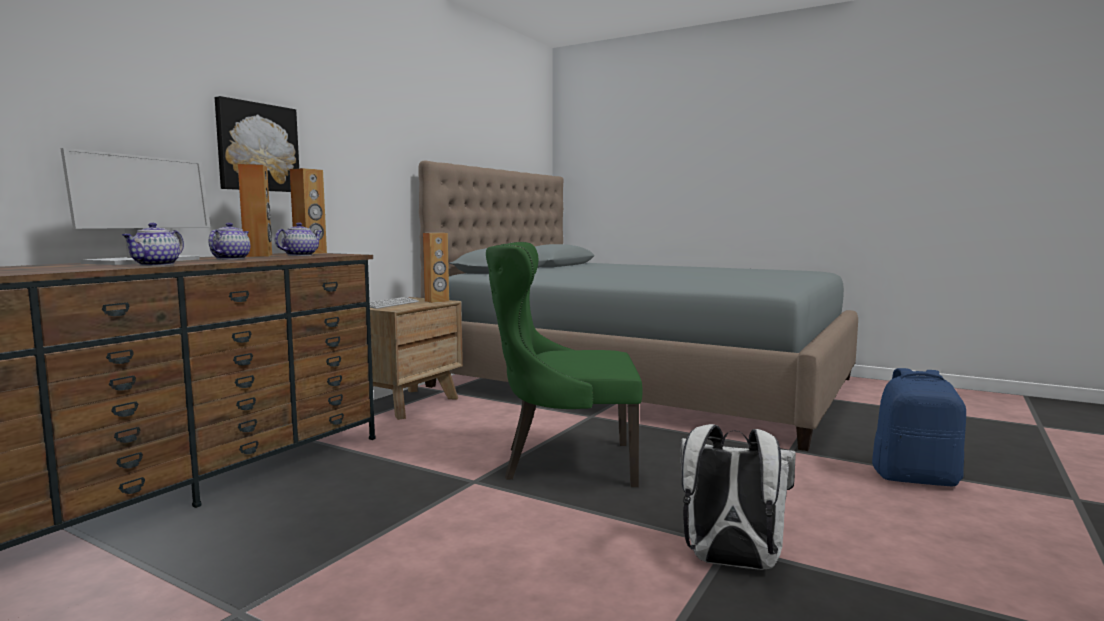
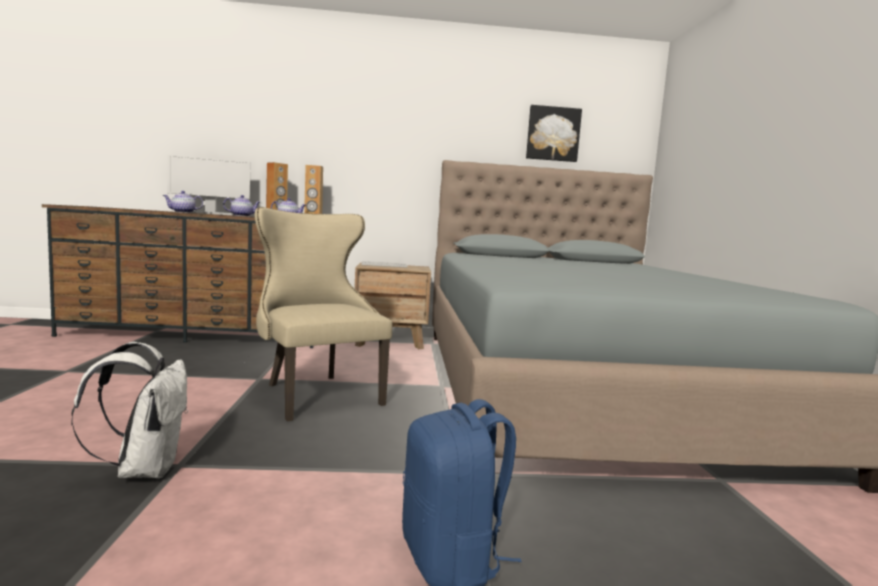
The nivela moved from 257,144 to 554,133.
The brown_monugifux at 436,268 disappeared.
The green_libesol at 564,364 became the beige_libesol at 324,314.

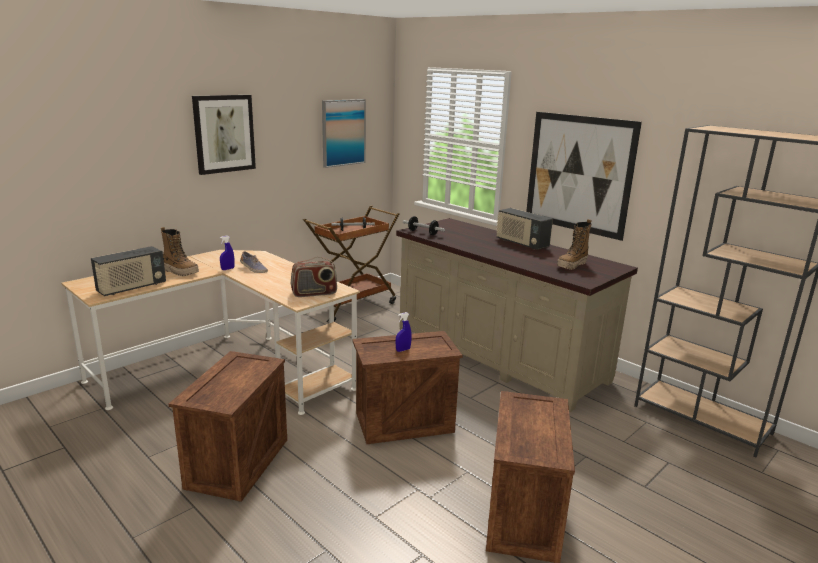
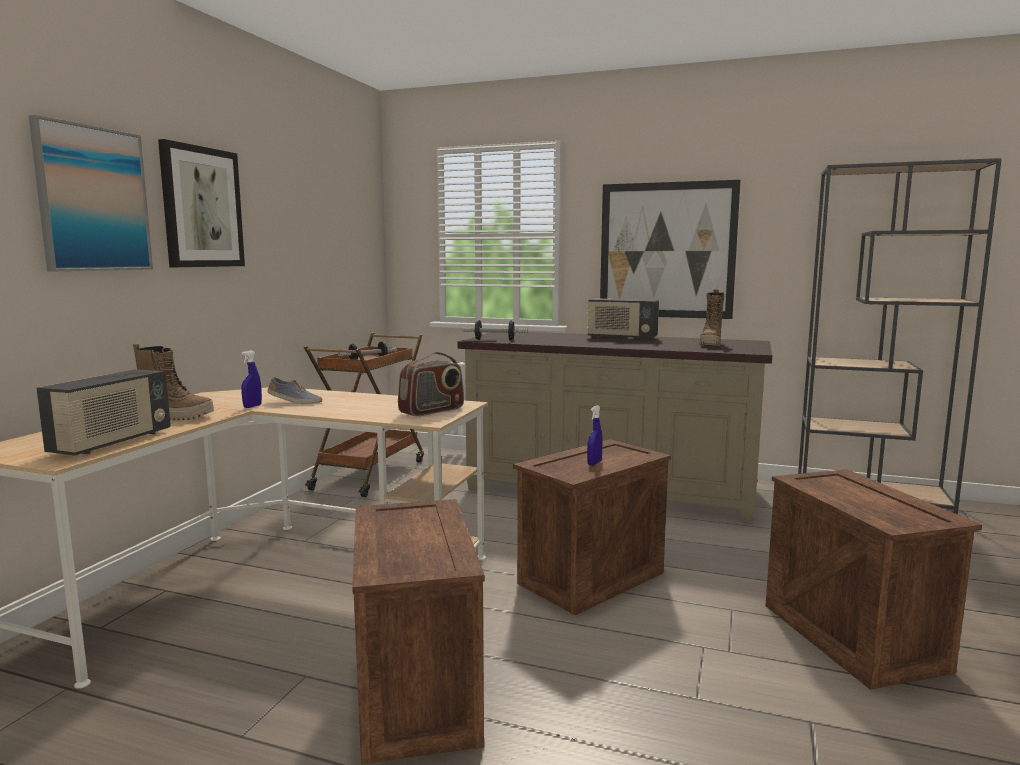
The nivela moved from 344,133 to 90,193.

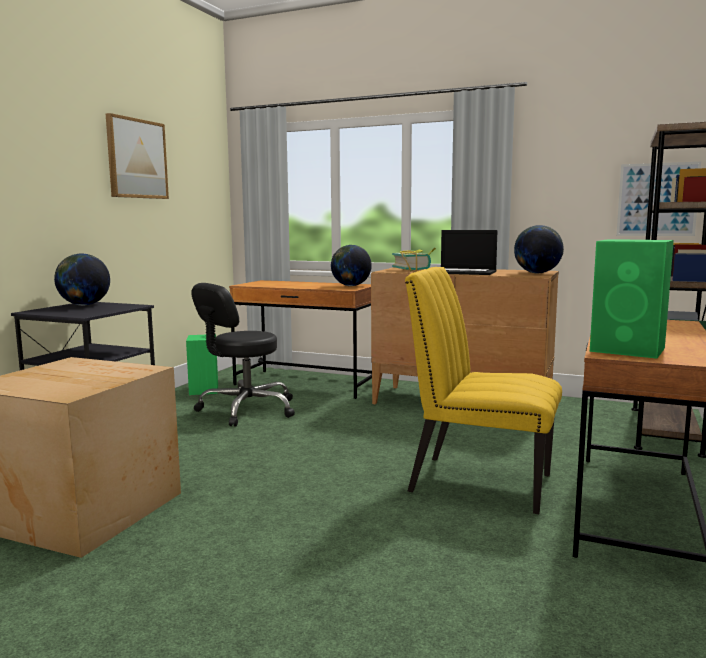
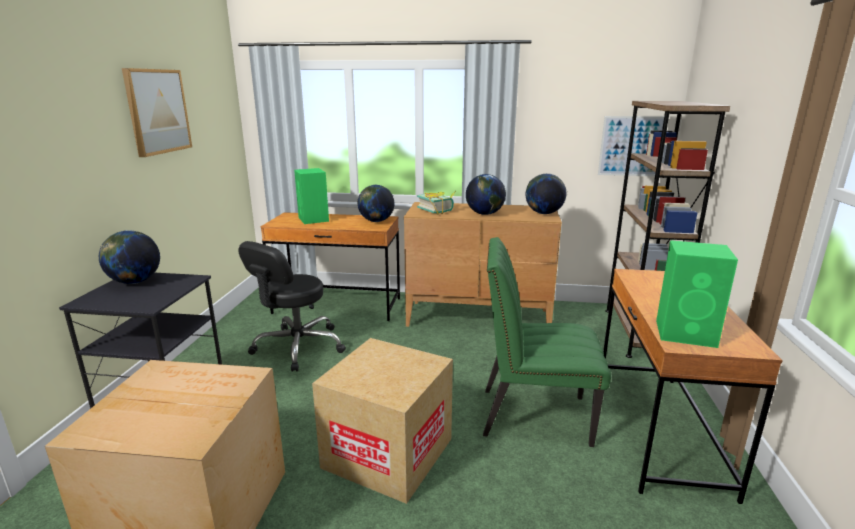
The green_monugifux moved from 202,364 to 311,196.
The yellow_libesol at 483,390 became the green_libesol at 547,342.
The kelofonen at 469,252 was replaced by the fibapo at 486,194.
The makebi at 382,421 appeared.

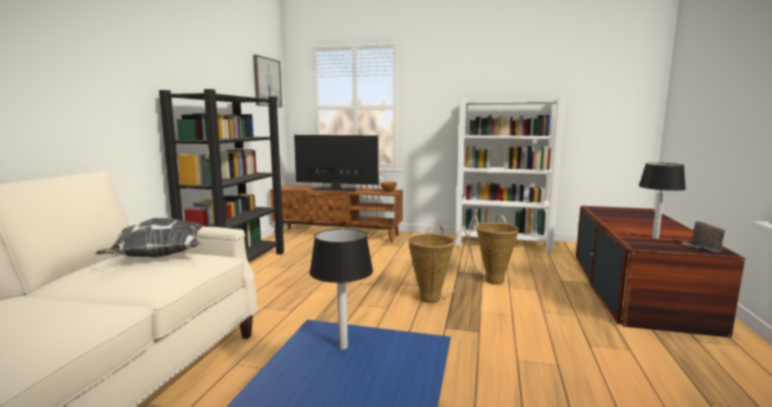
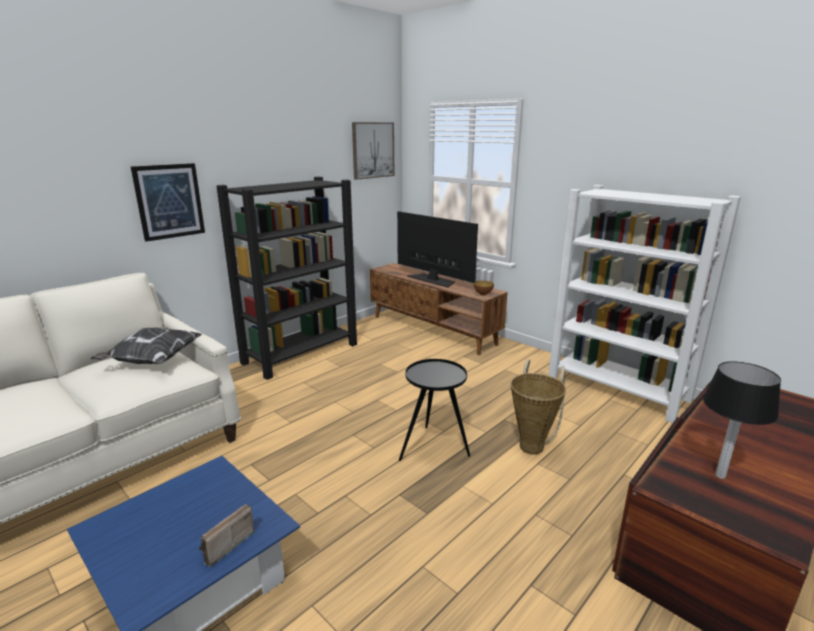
The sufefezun at 341,289 disappeared.
The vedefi at 438,264 was replaced by the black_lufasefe at 434,410.
The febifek moved from 702,237 to 227,535.
The nivela at 168,202 appeared.

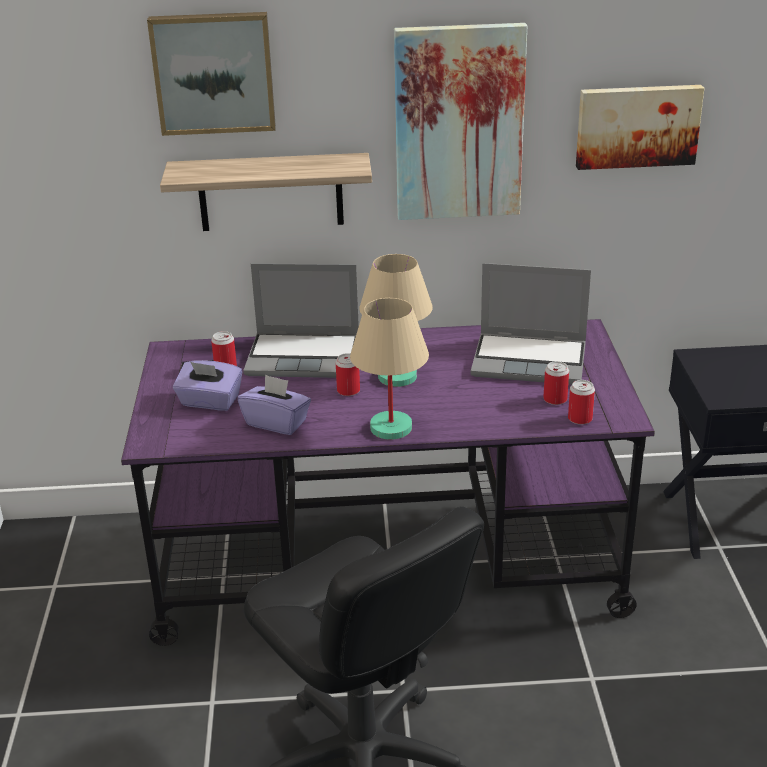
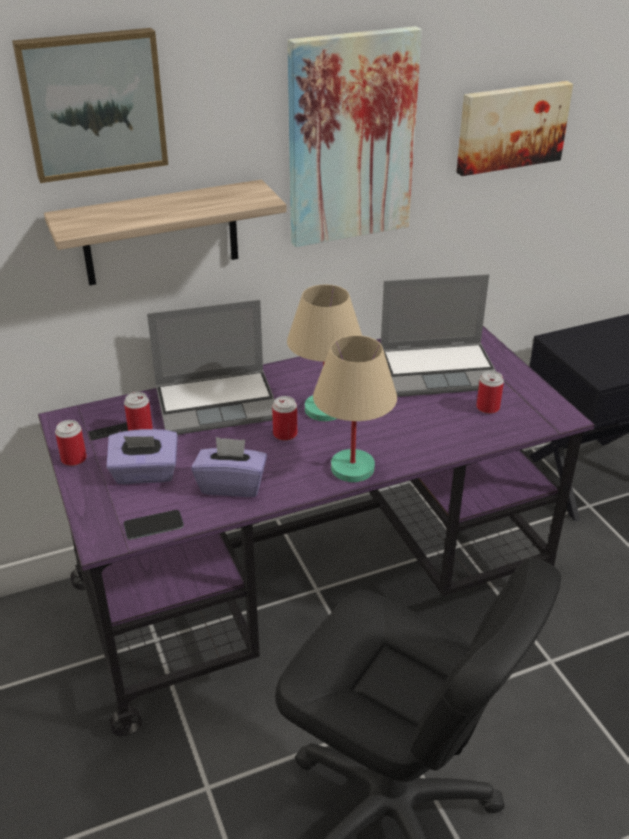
The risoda moved from 581,402 to 71,443.
The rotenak at 154,525 appeared.

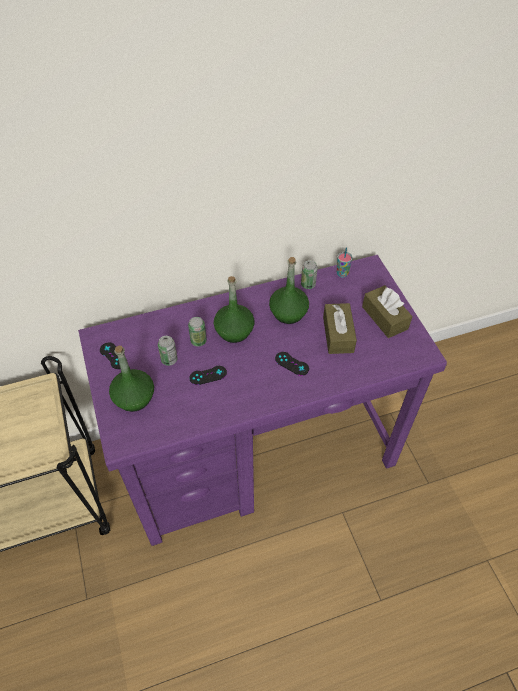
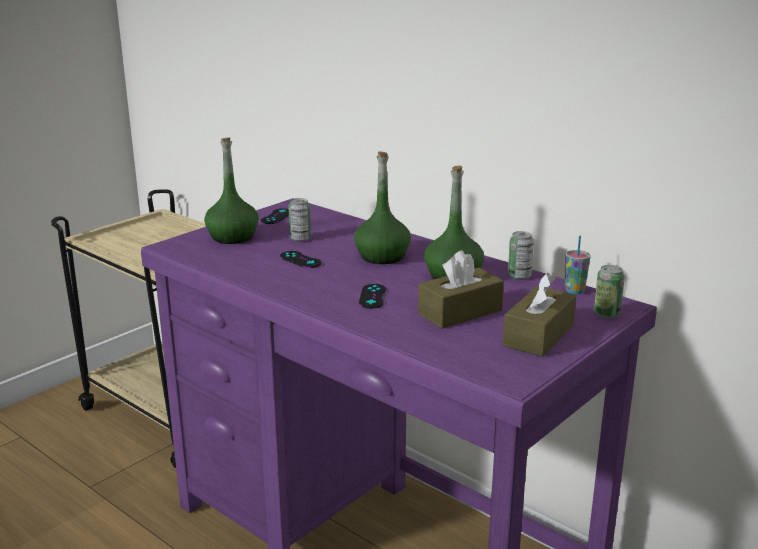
The risoda moved from 197,332 to 609,291.

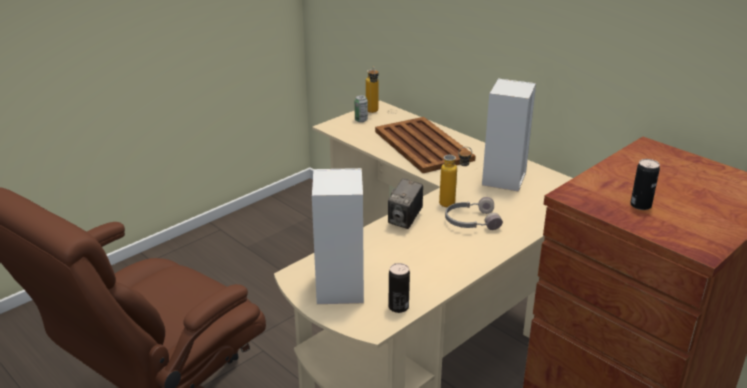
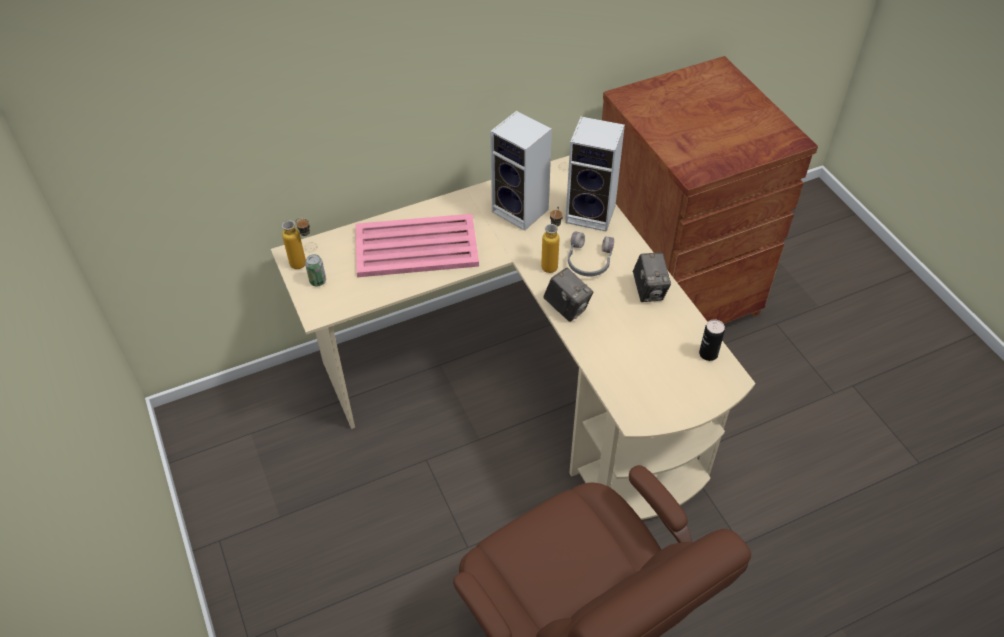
The monugifux moved from 338,236 to 595,174.
The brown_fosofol at 425,145 became the pink_fosofol at 417,245.
The risoda at 645,184 disappeared.
The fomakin at 652,277 appeared.

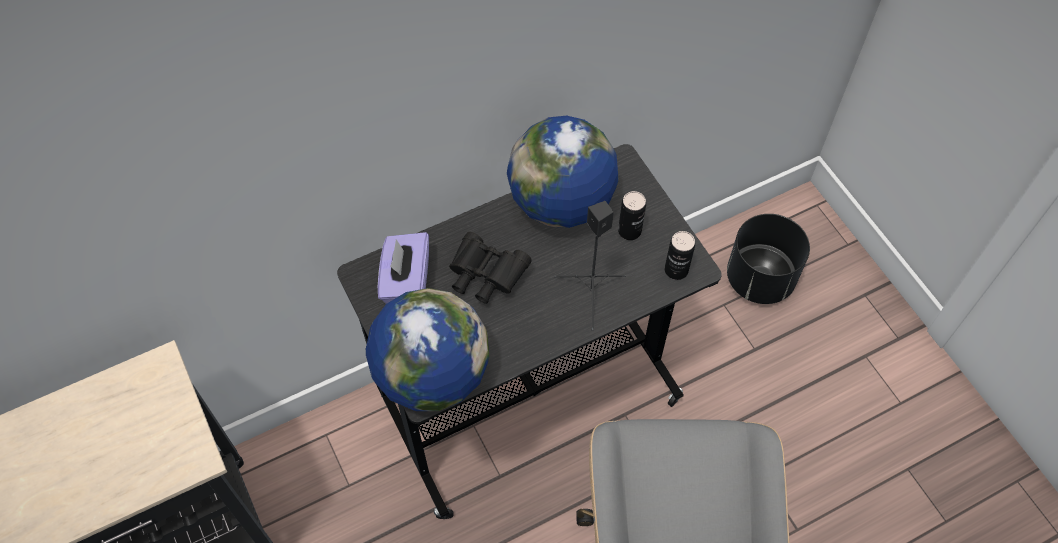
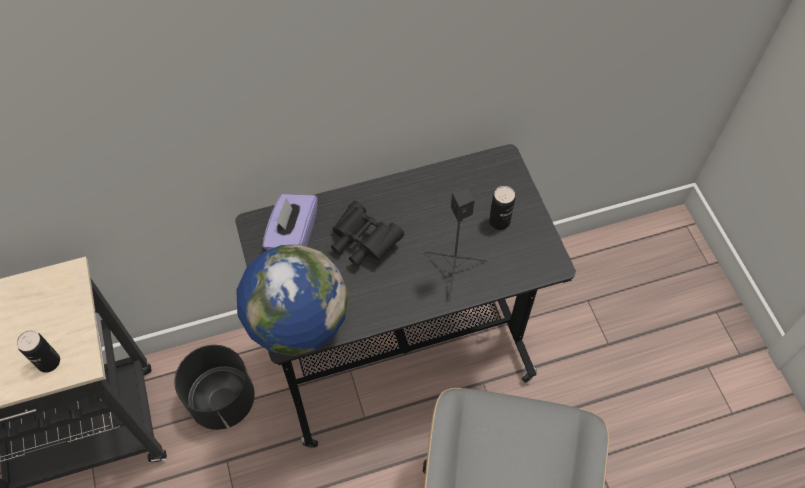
The fibapo at 563,171 disappeared.
The risoda moved from 680,255 to 38,351.
The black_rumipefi moved from 768,259 to 215,387.

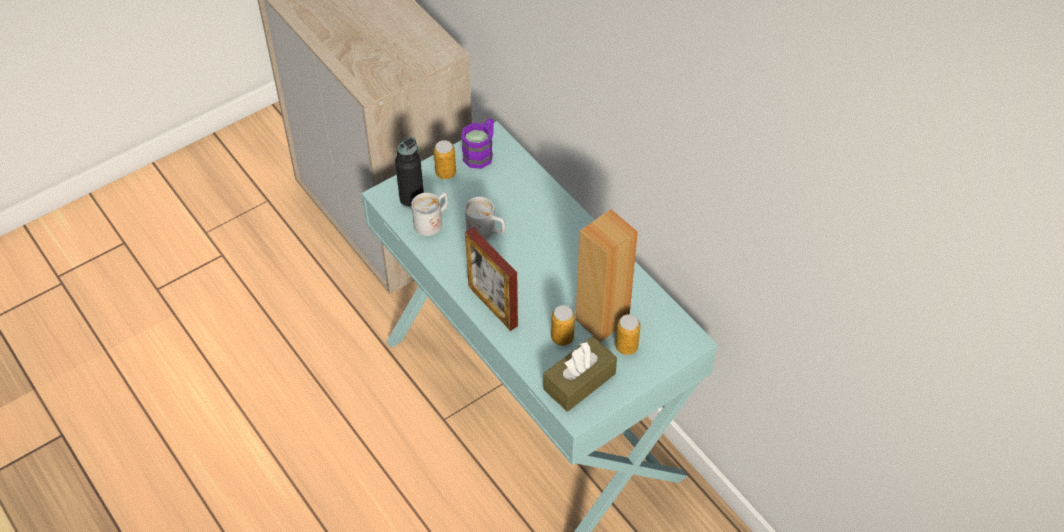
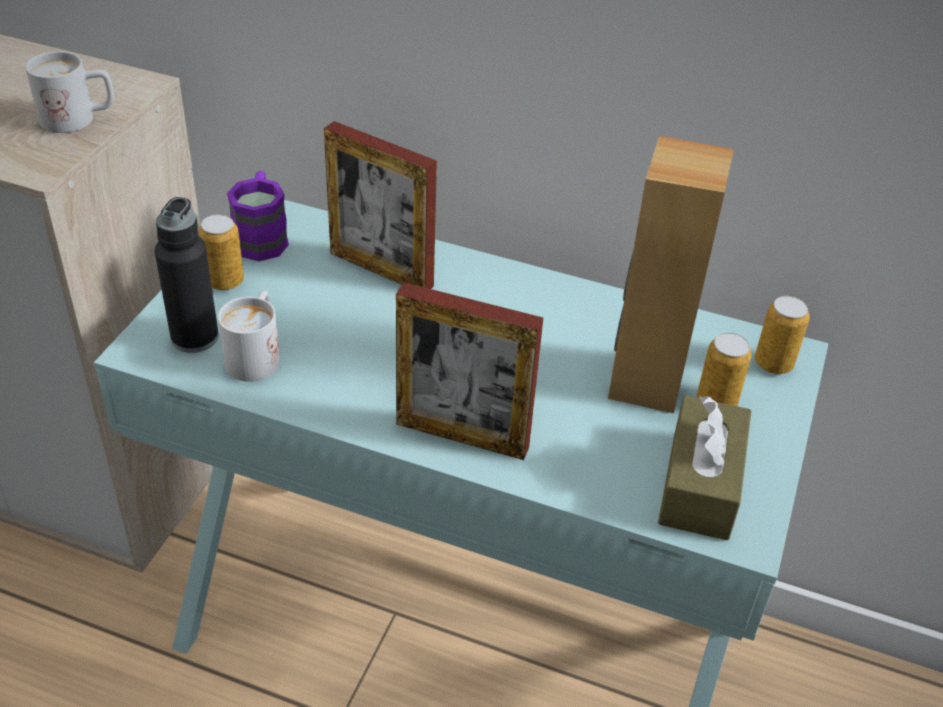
The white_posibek moved from 485,218 to 69,92.
The risoda moved from 563,325 to 782,335.
The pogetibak at 380,205 appeared.

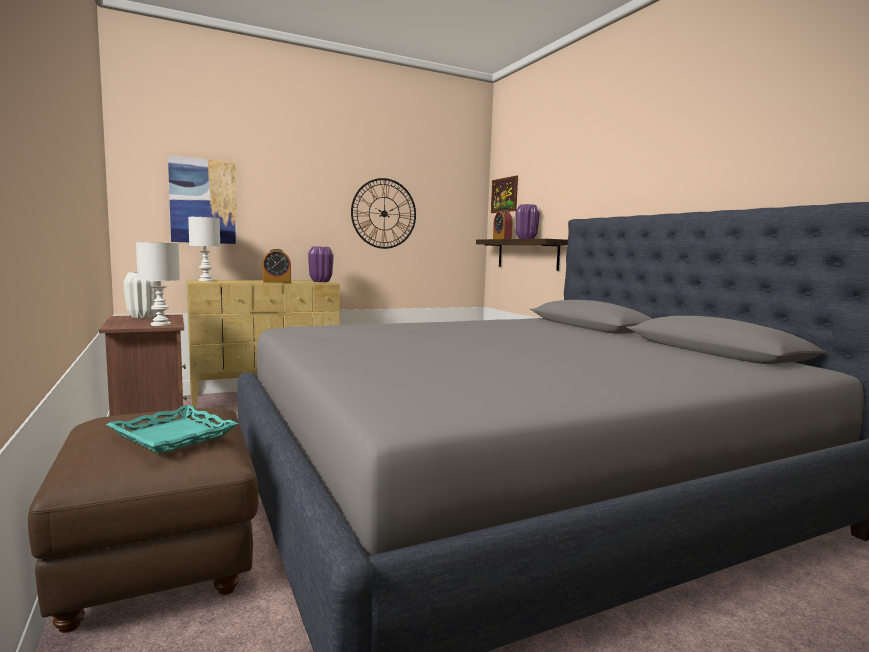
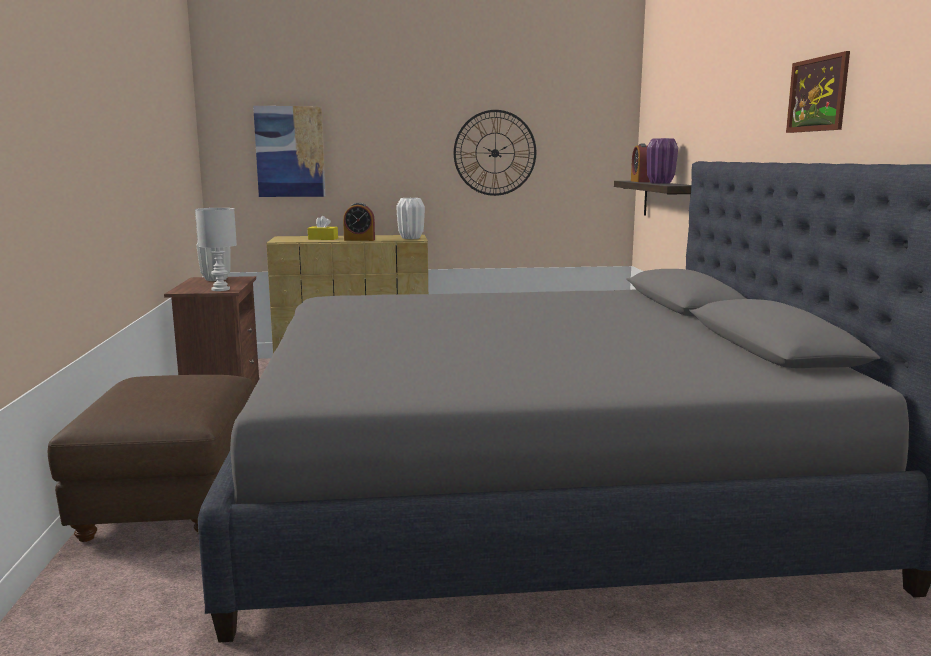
The turquoise_fosofol at 172,429 disappeared.
The white_sufefezun at 204,249 disappeared.
The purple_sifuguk at 321,264 became the white_sifuguk at 411,218.
The nivela moved from 504,194 to 818,92.
The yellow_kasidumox at 323,228 appeared.

